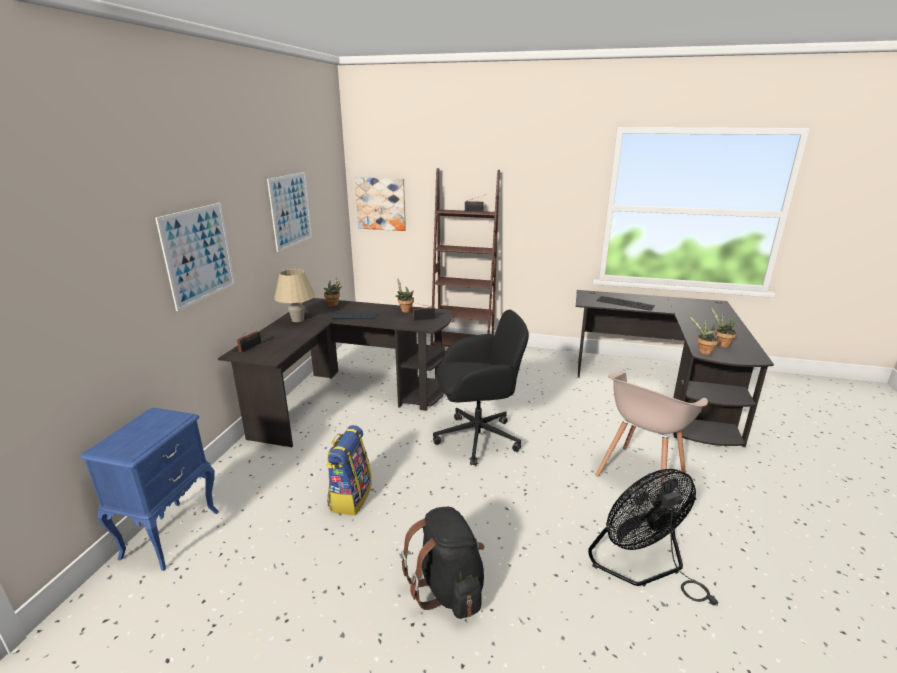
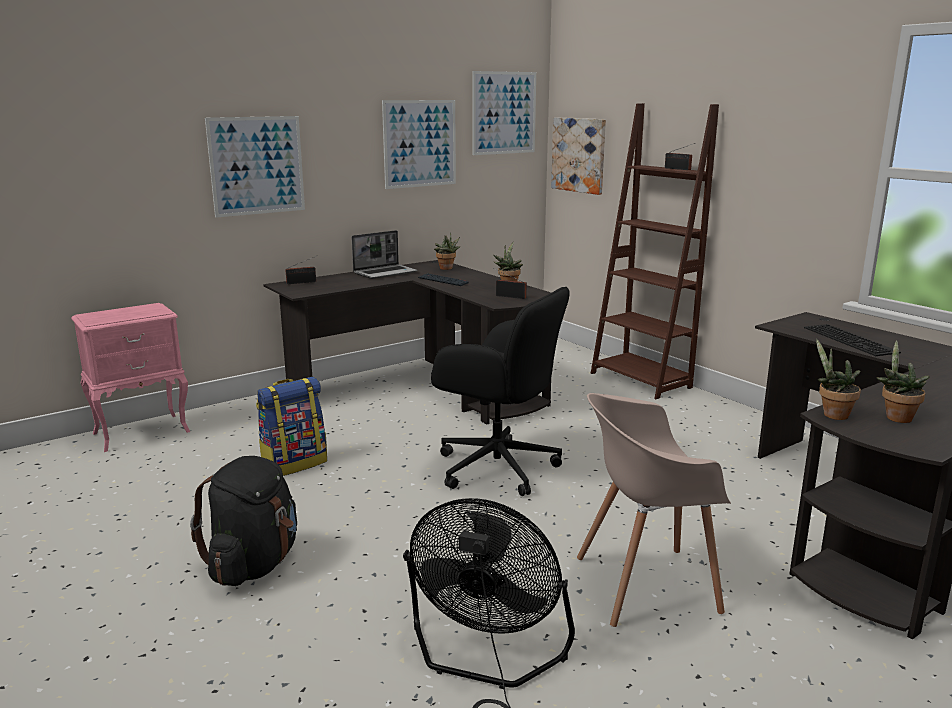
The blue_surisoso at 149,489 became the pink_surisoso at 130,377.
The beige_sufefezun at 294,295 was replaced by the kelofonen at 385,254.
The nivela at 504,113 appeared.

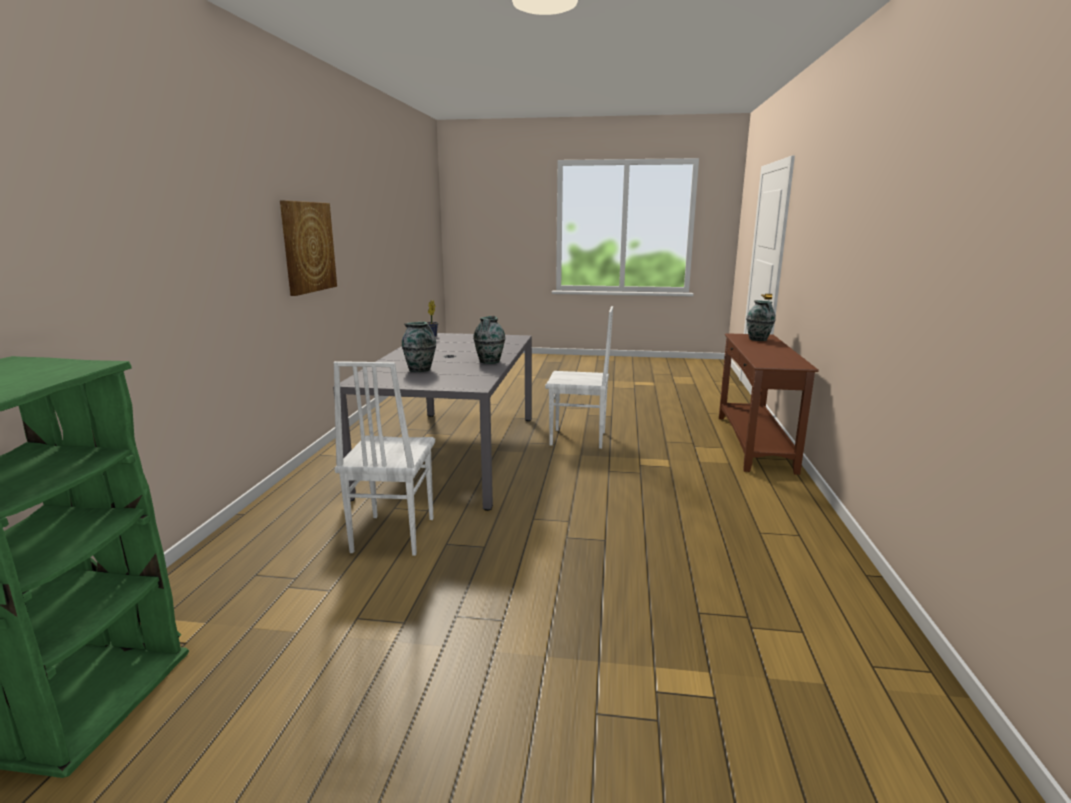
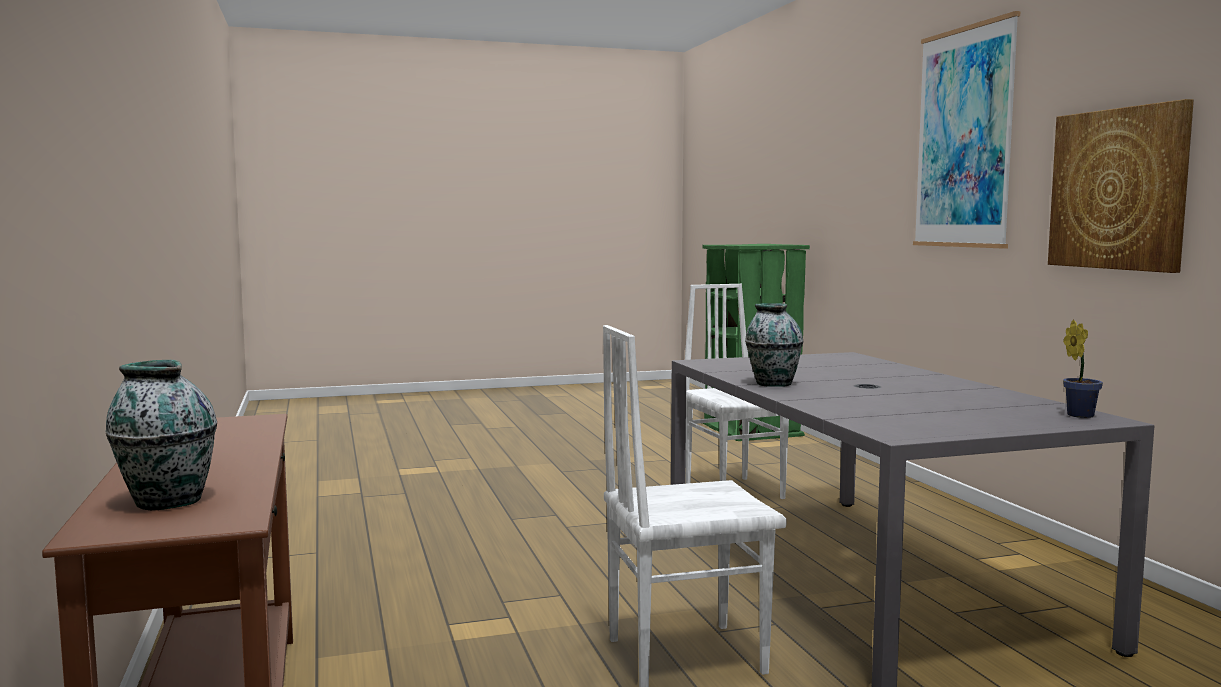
The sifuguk at 419,347 disappeared.
The nivela at 967,129 appeared.

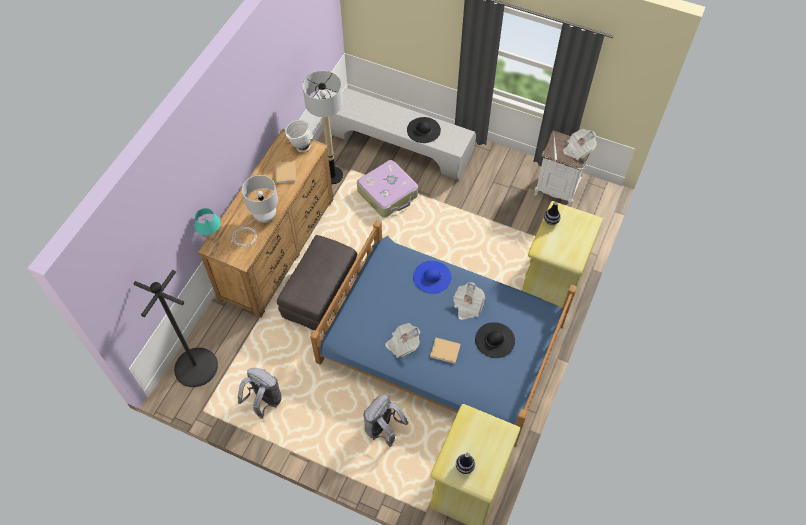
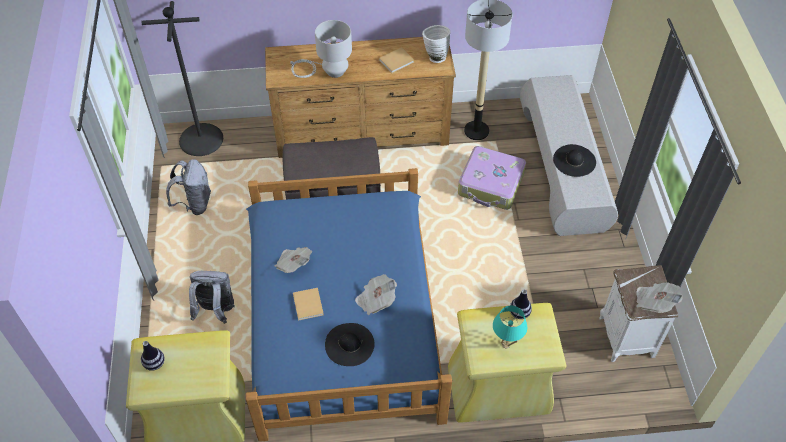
The turquoise_sufefezun moved from 207,225 to 510,327.
The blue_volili at 432,277 disappeared.

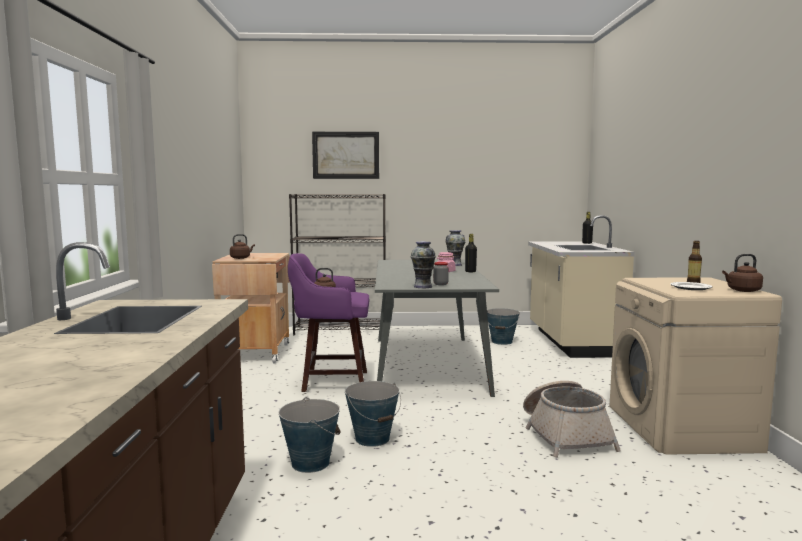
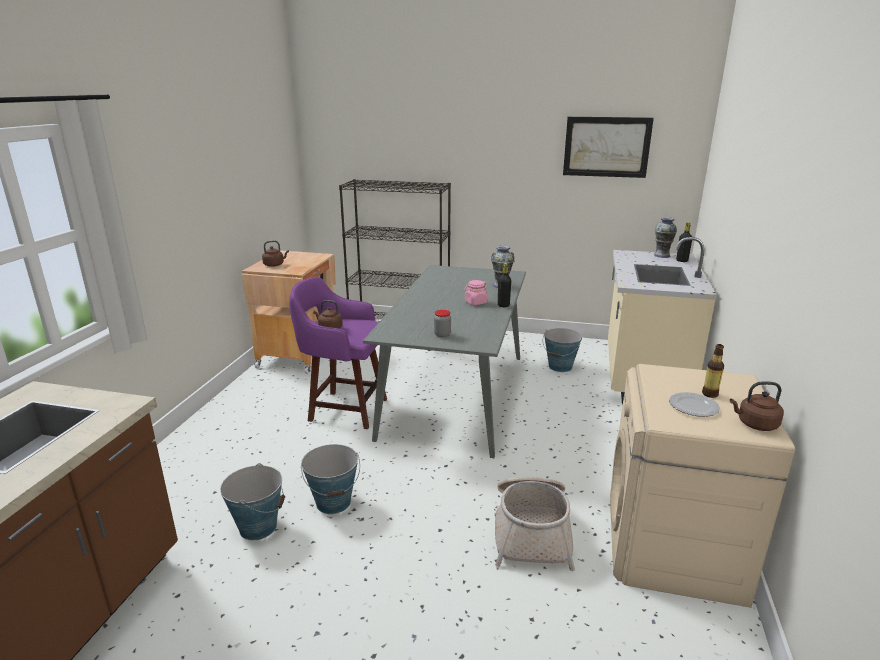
The nivela moved from 345,155 to 608,147.
The sifuguk moved from 423,264 to 665,237.

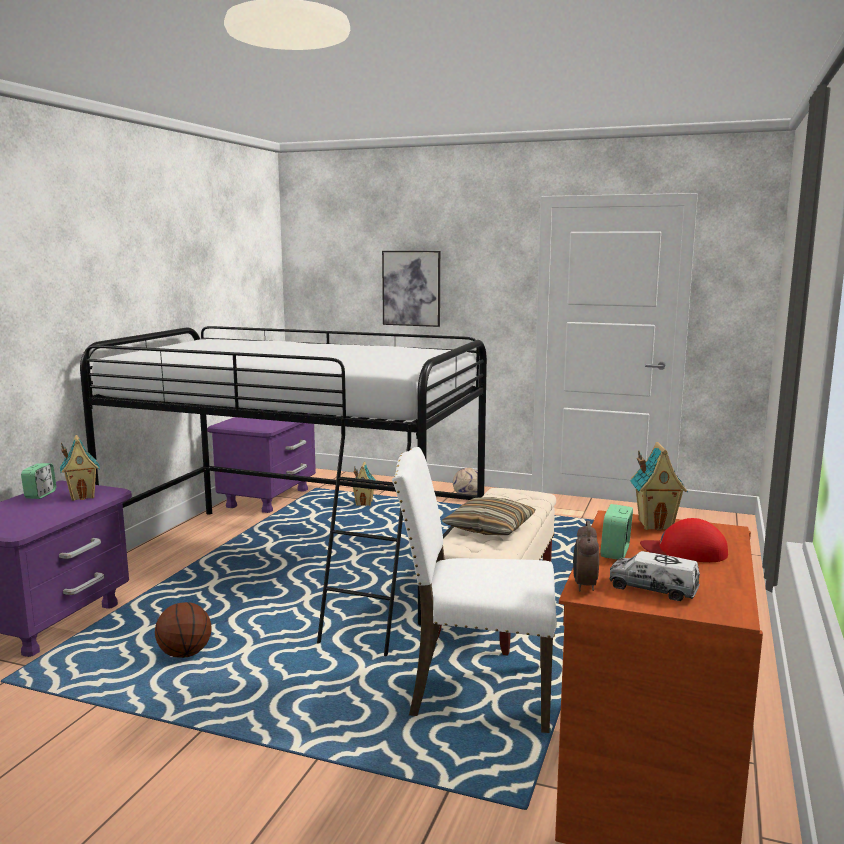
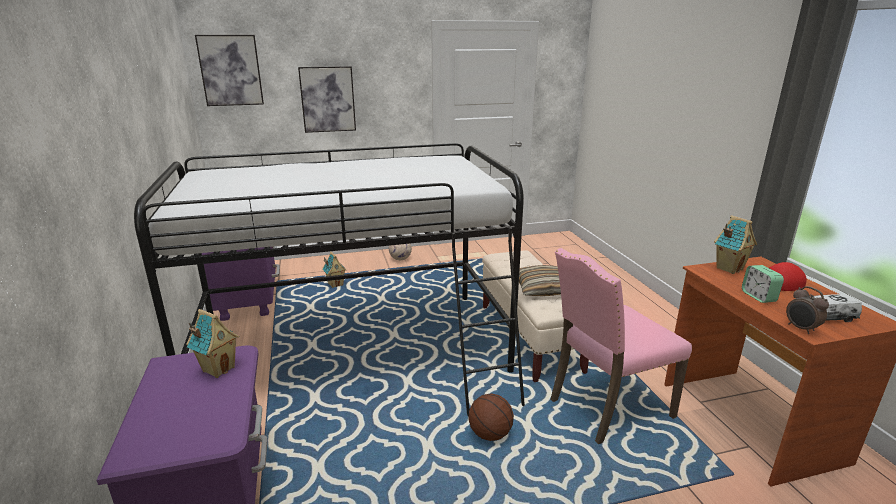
The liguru at 38,481 disappeared.
The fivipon moved from 183,630 to 491,417.
The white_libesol at 474,590 became the pink_libesol at 621,346.
The nivela at 229,70 appeared.

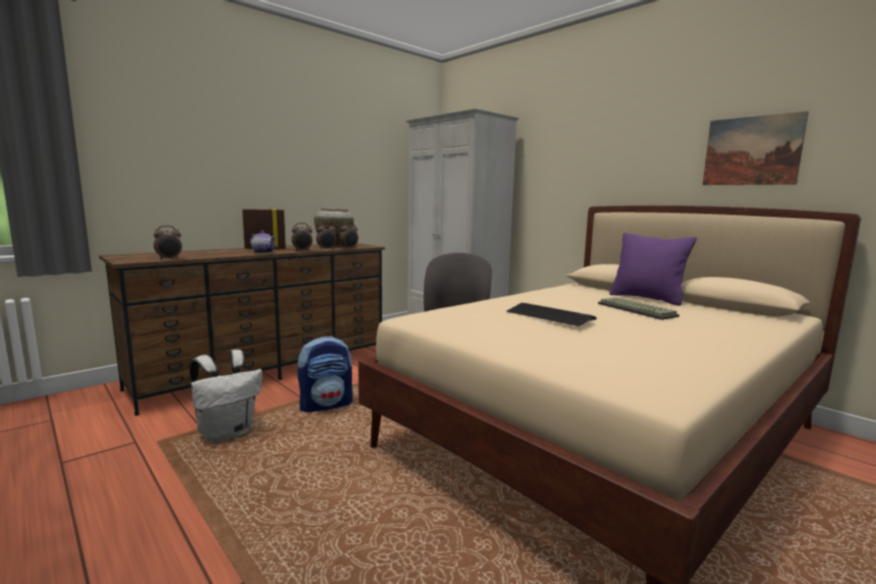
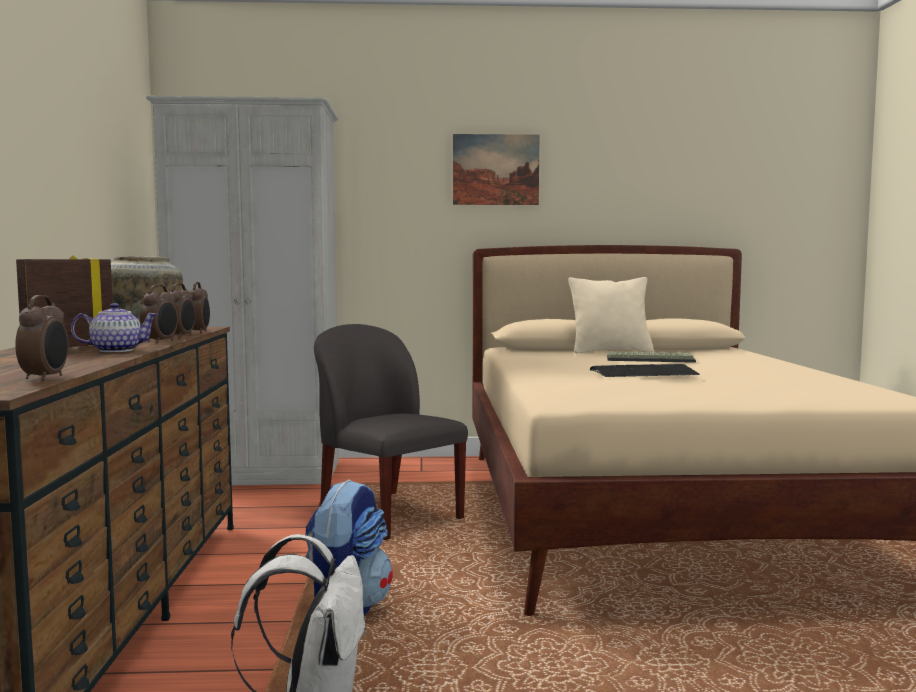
The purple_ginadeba at 653,269 became the beige_ginadeba at 611,315.
The nivela moved from 755,148 to 496,169.

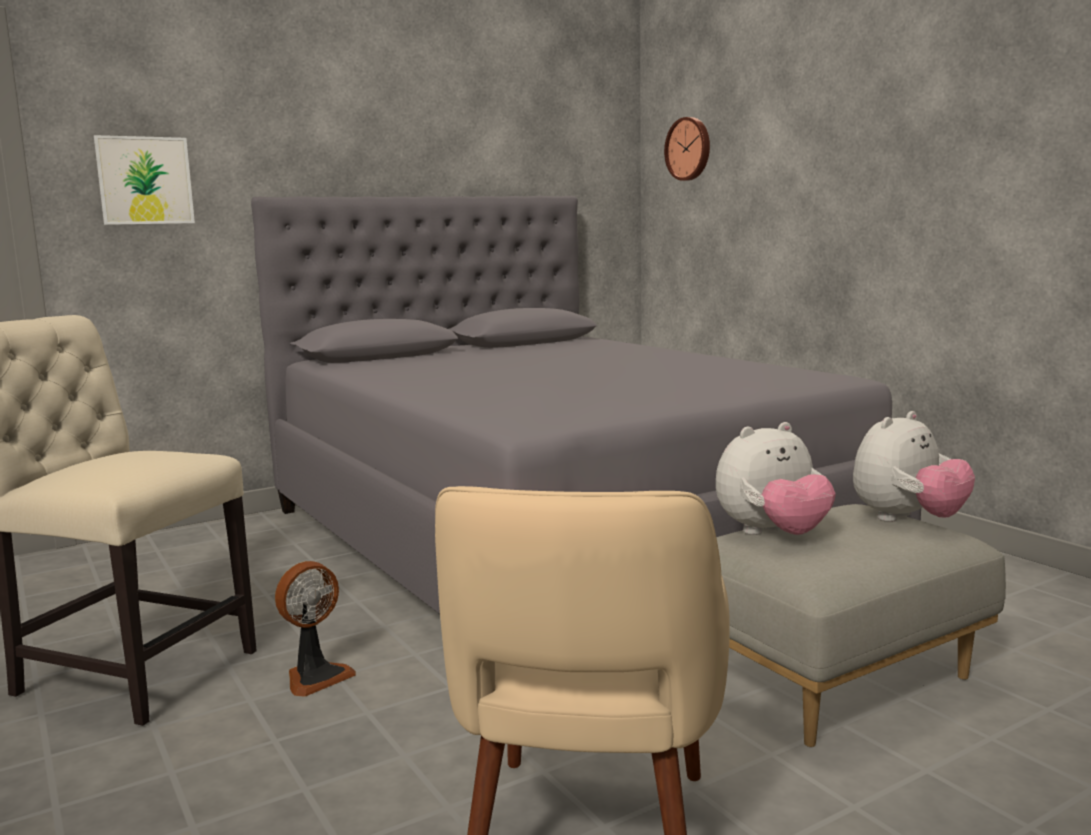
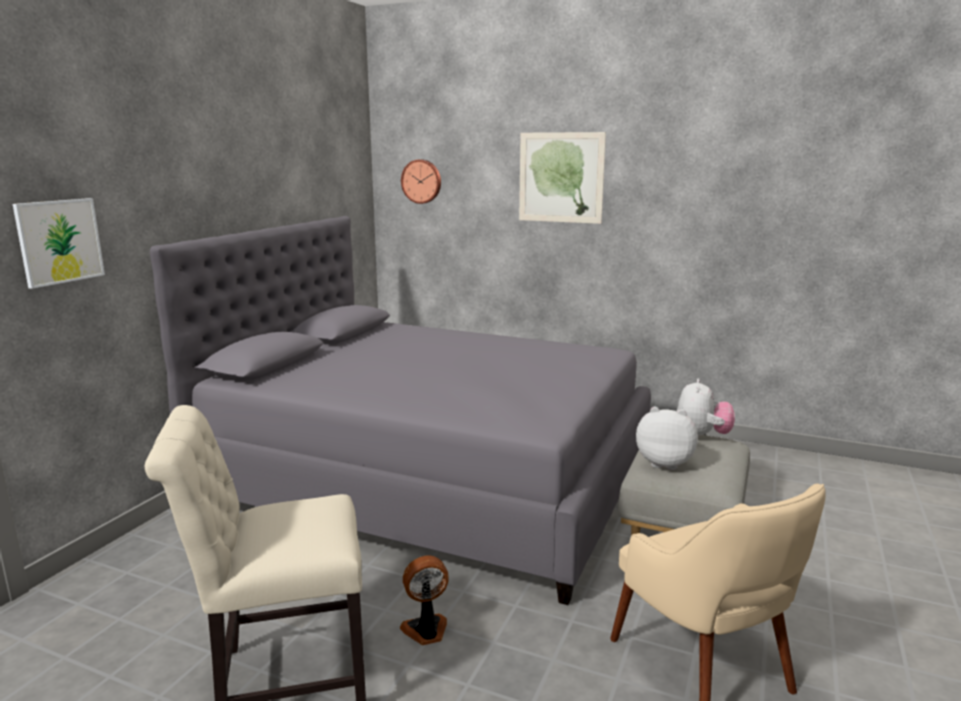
The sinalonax at 315,629 turned 120 degrees counterclockwise.
The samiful at 776,478 turned 105 degrees counterclockwise.
The nivela at 562,178 appeared.

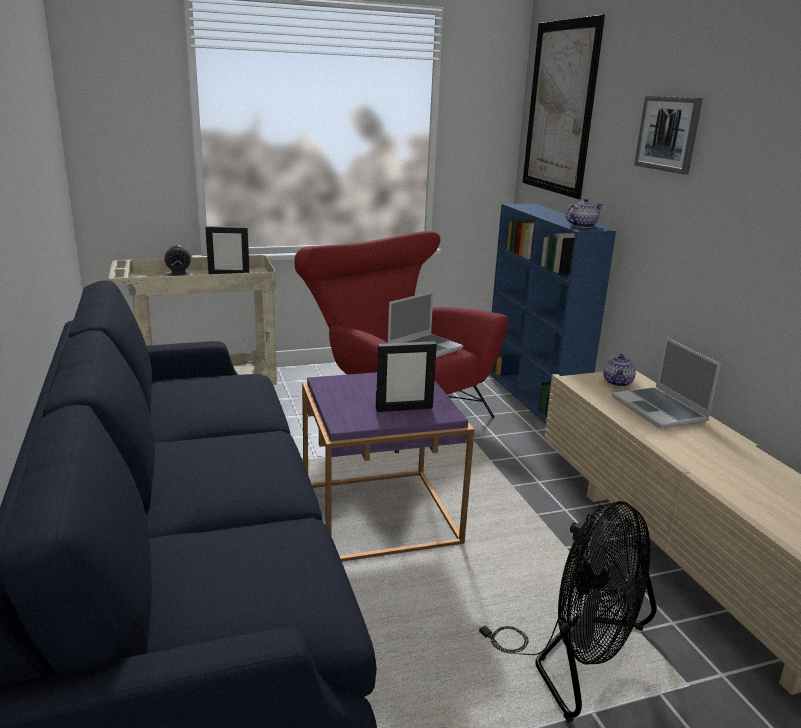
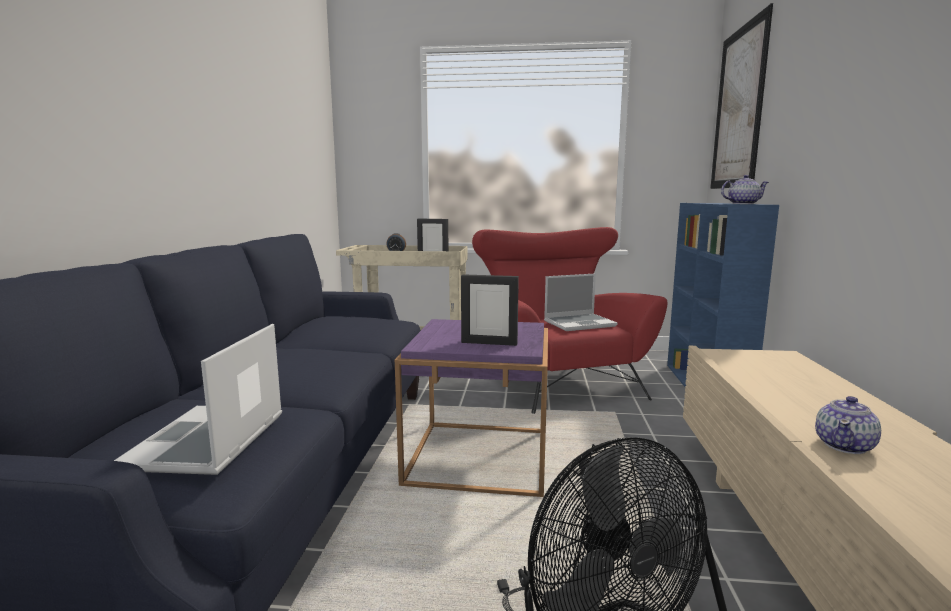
The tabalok moved from 619,370 to 848,425.
The kelofonen moved from 666,383 to 198,399.
The nivela at 668,135 disappeared.

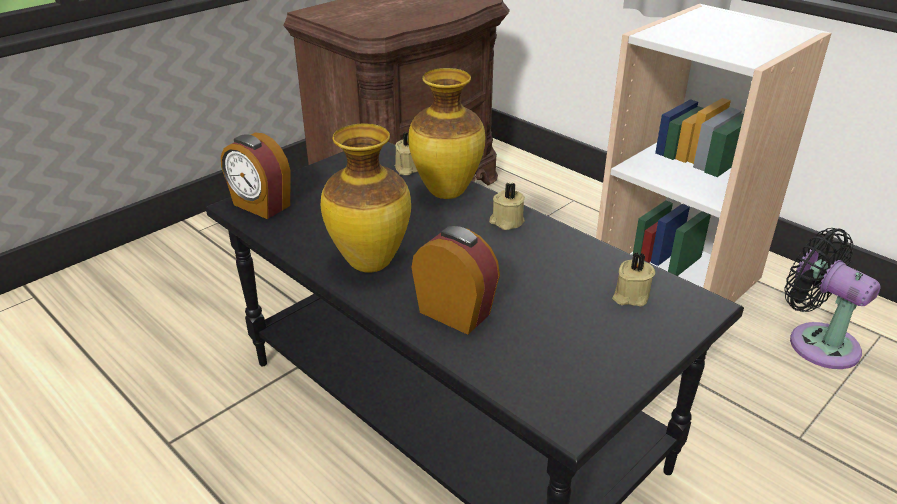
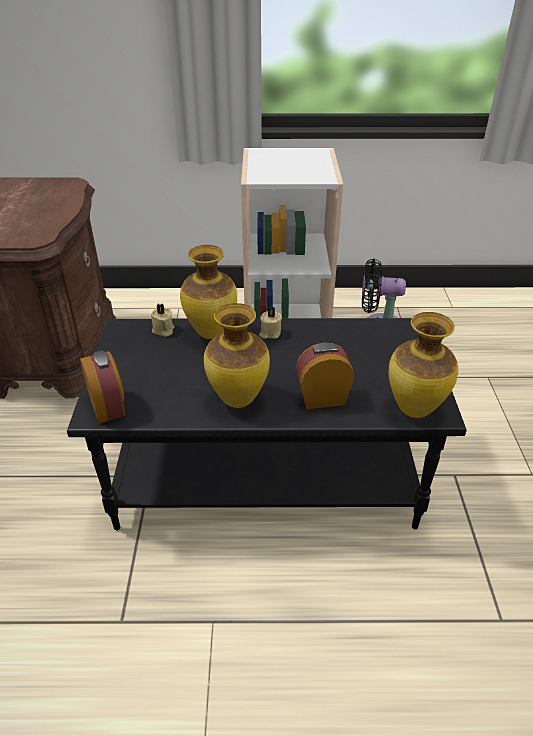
The liguru at 256,176 turned 105 degrees counterclockwise.
The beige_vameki at 633,279 disappeared.
The sifuguk at 423,365 appeared.

